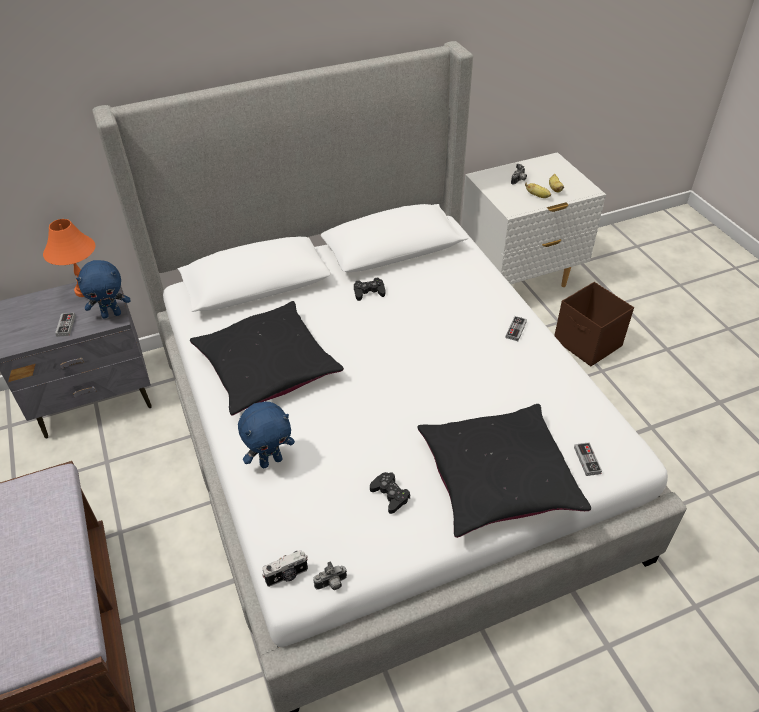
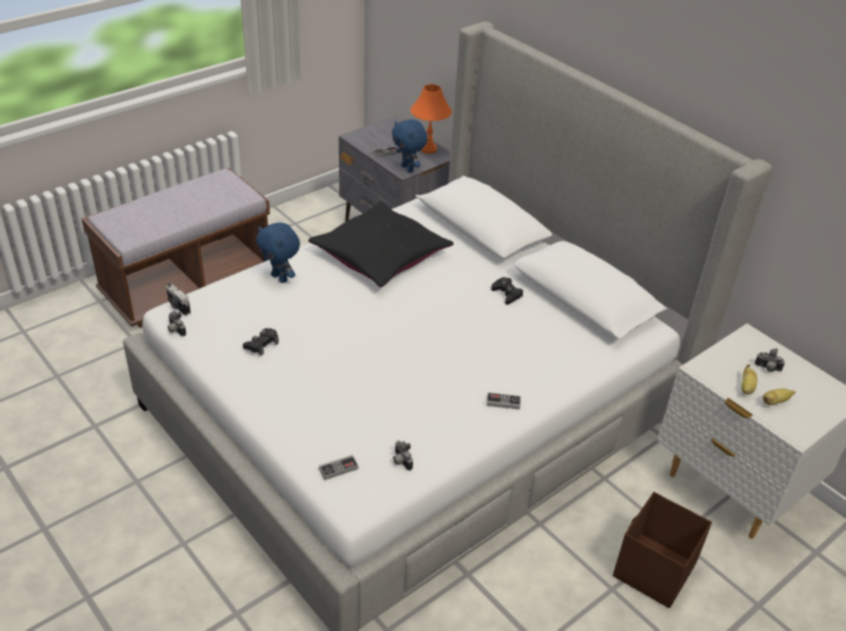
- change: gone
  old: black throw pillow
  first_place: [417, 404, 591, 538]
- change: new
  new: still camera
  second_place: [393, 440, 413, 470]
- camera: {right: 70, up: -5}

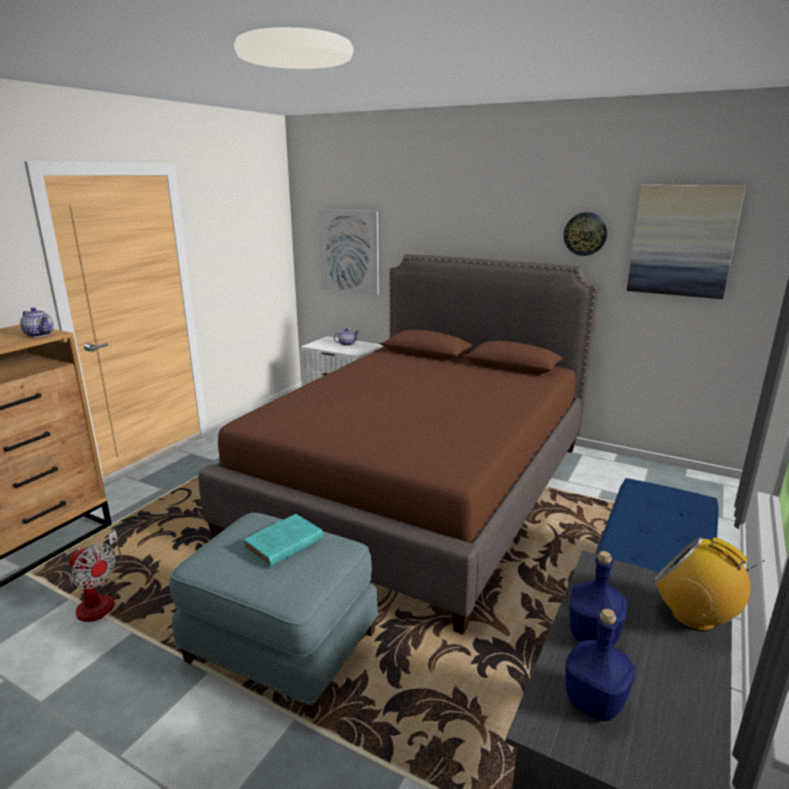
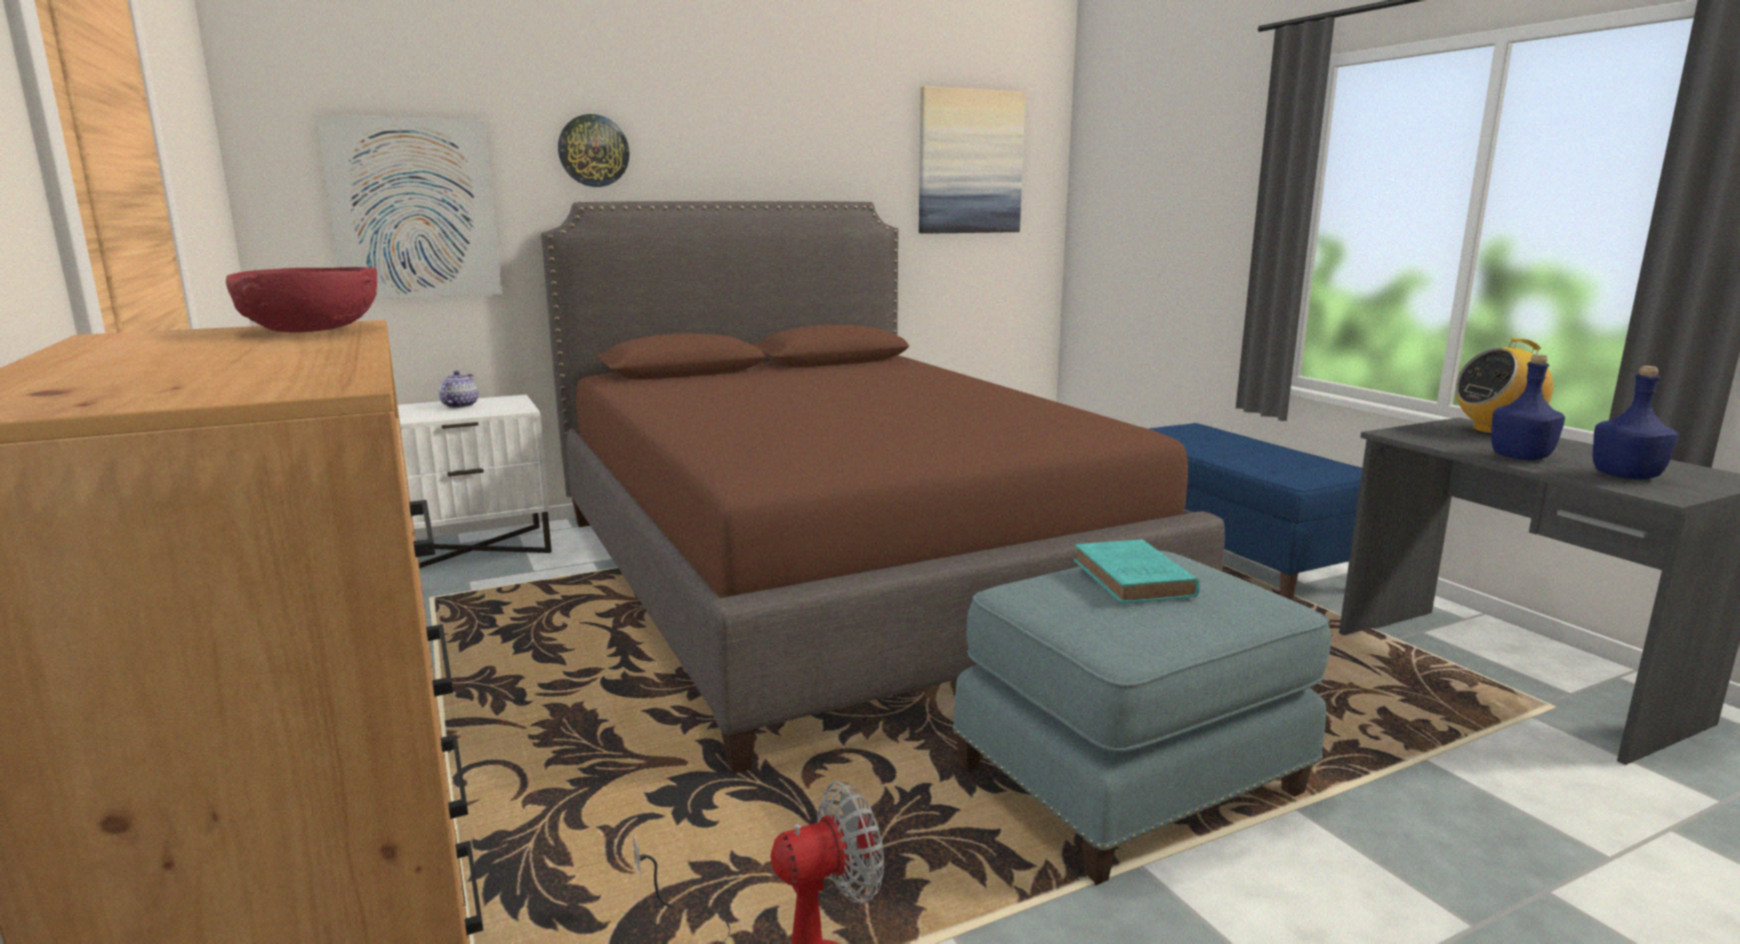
- change: shifted
  old: hanging clock
  first_place: [564, 212, 607, 256]
  second_place: [558, 114, 630, 187]
- change: swapped
  old: tea pot
  new: reddish bowl
  first_place: [20, 307, 54, 337]
  second_place: [226, 267, 377, 332]
- camera: {right: -55, up: -5}

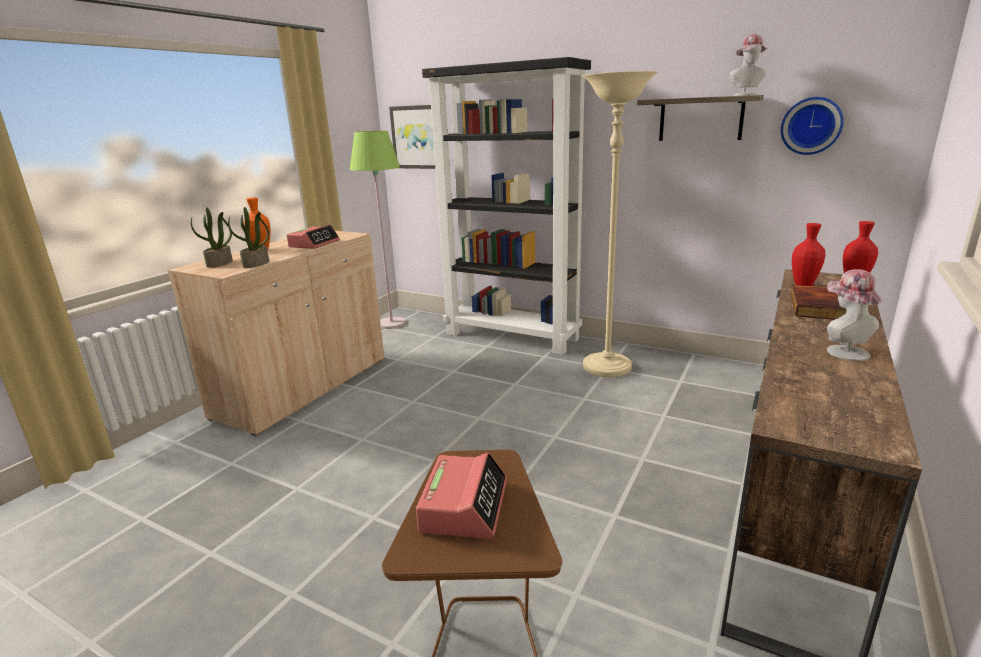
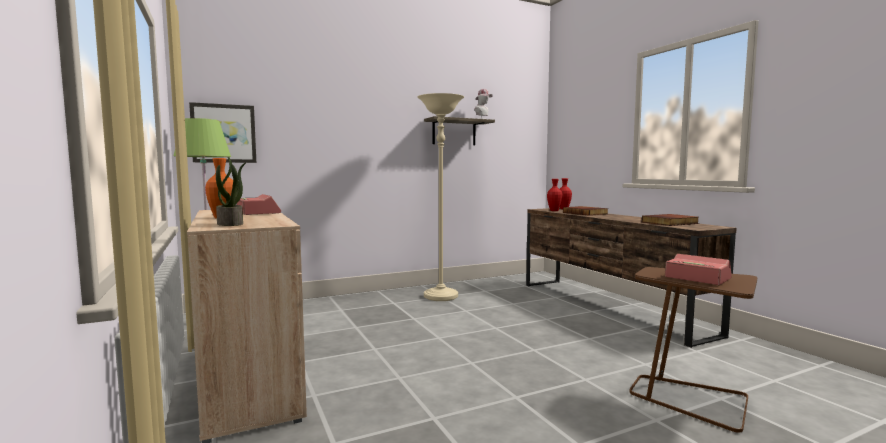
- change: gone
  old: houseplant
  first_place: [228, 207, 269, 268]
- change: gone
  old: black shelving unit
  first_place: [422, 57, 591, 355]
- change: gone
  old: hanging clock
  first_place: [781, 97, 844, 155]
- change: gone
  old: clothing hat
  first_place: [827, 269, 882, 361]
- change: new
  new: bound book
  second_place: [642, 214, 699, 226]
- camera: {right: -55, up: -15}

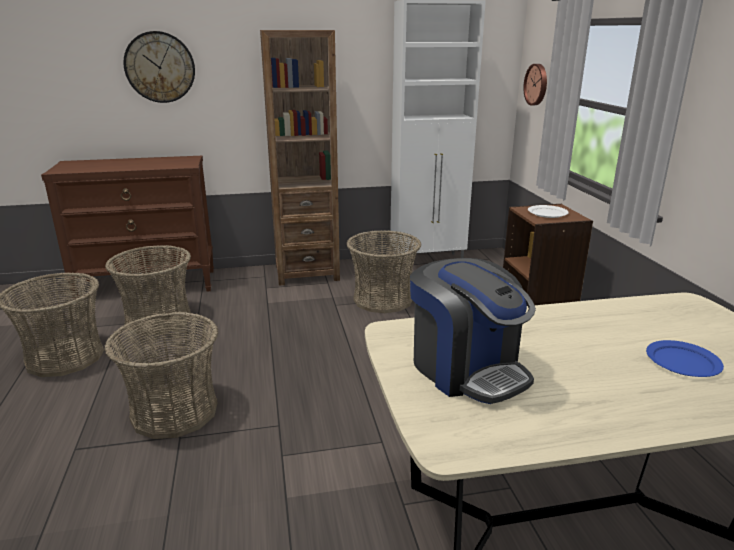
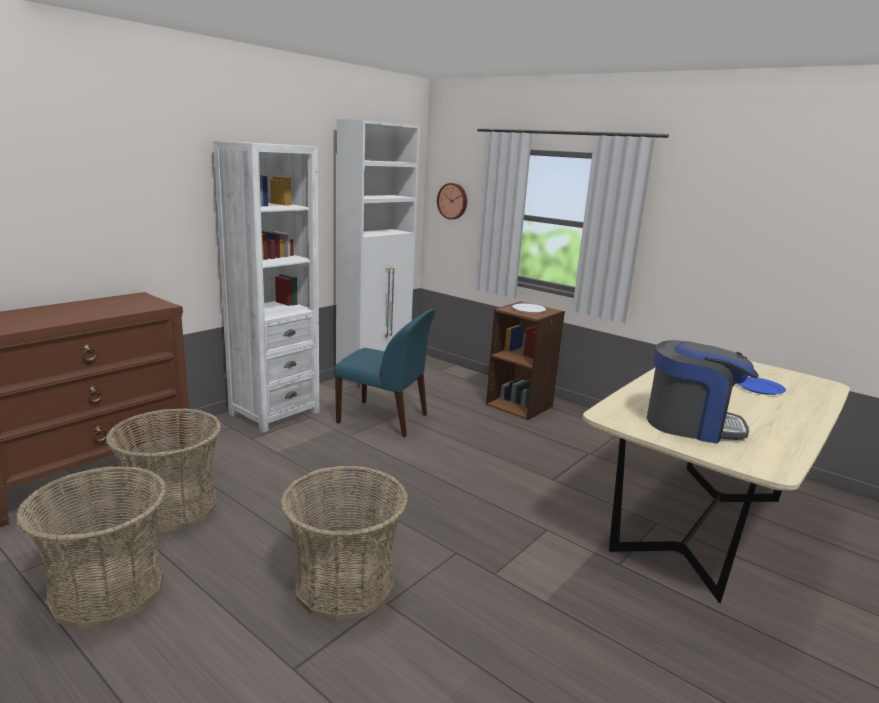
- change: gone
  old: hanging clock
  first_place: [123, 31, 195, 103]
- change: swapped
  old: basket
  new: blue plain chair
  first_place: [346, 231, 421, 313]
  second_place: [334, 309, 435, 437]
- change: repainted
  old: brownish shelving unit
  new: white-coloured shelving unit
  first_place: [260, 30, 340, 286]
  second_place: [213, 141, 319, 433]
- camera: {right: -40, up: -5}

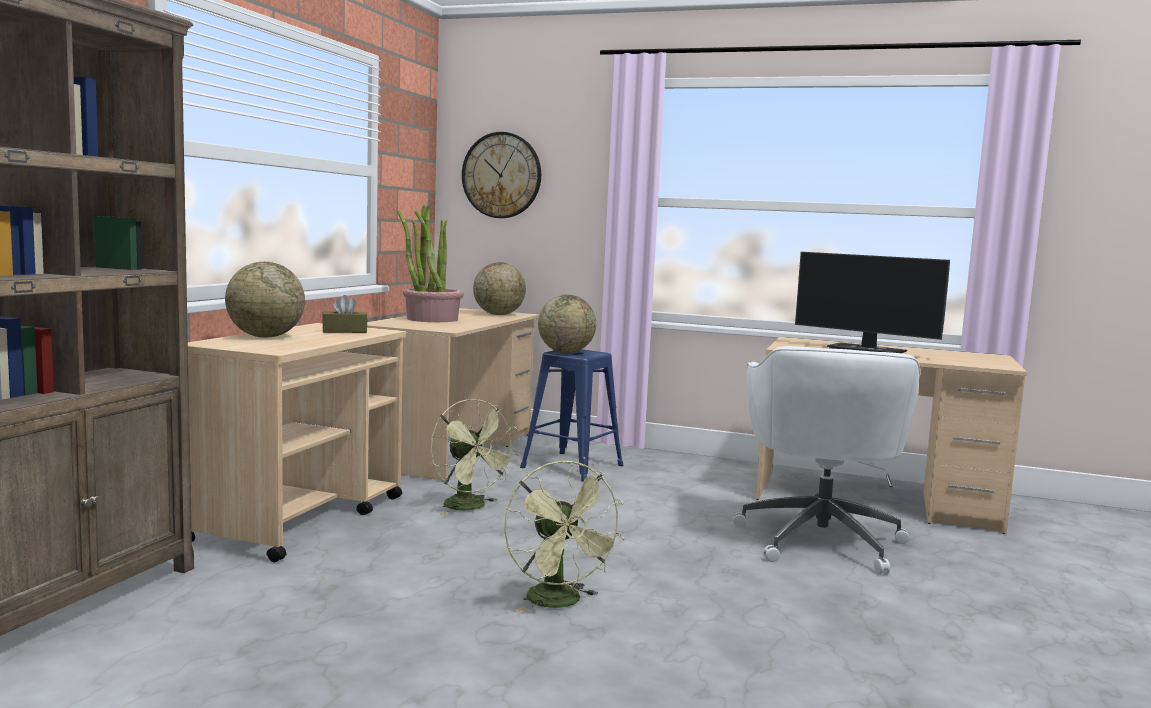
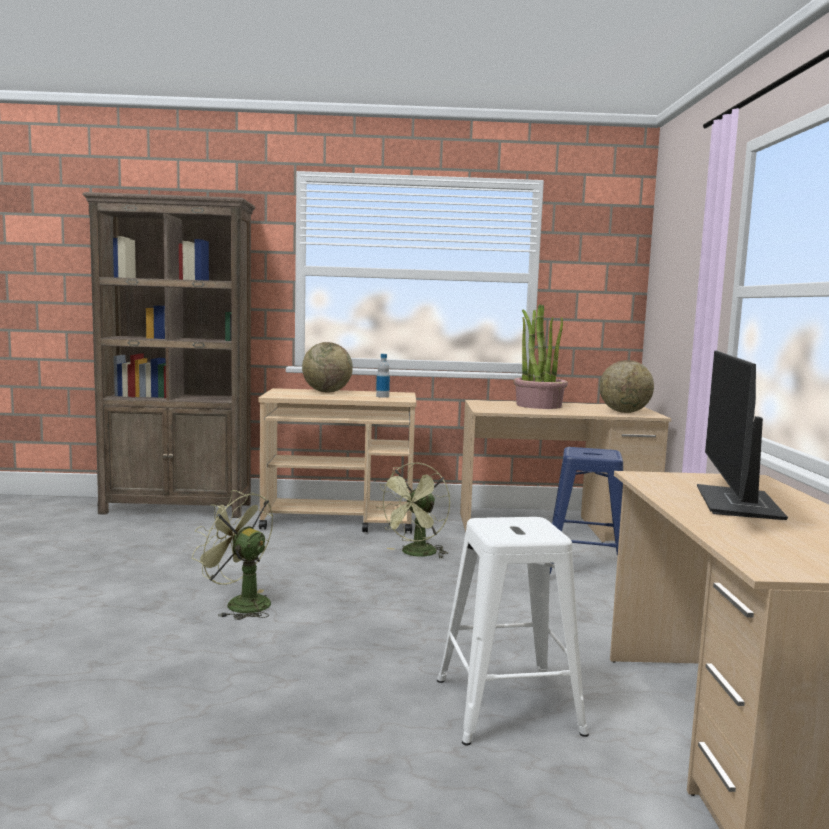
- change: gone
  old: hanging clock
  first_place: [462, 132, 541, 218]
- change: gone
  old: desk globe
  first_place: [538, 295, 596, 353]
- change: swapped
  old: brownish box of tissues
  new: drink bottle
  first_place: [322, 295, 368, 333]
  second_place: [376, 354, 390, 398]
- change: swapped
  old: white-coloured desk chair
  new: white-coloured stool seat
  first_place: [733, 346, 921, 574]
  second_place: [437, 517, 589, 745]
- change: rotated
  old: greenish fan
  first_place: [504, 460, 625, 612]
  second_place: [192, 490, 273, 620]
  degrees: 75
- camera: {right: 70, up: 0}

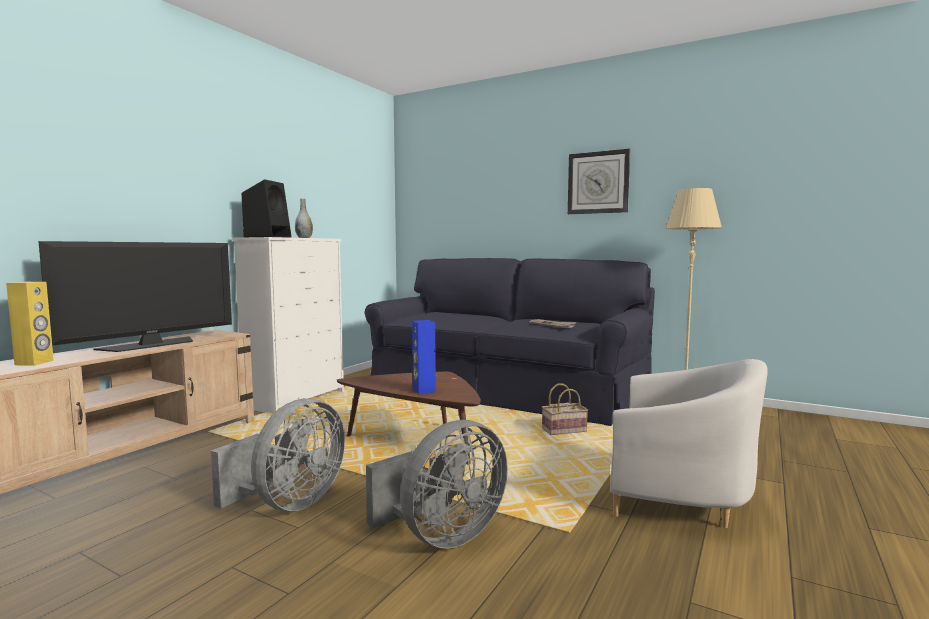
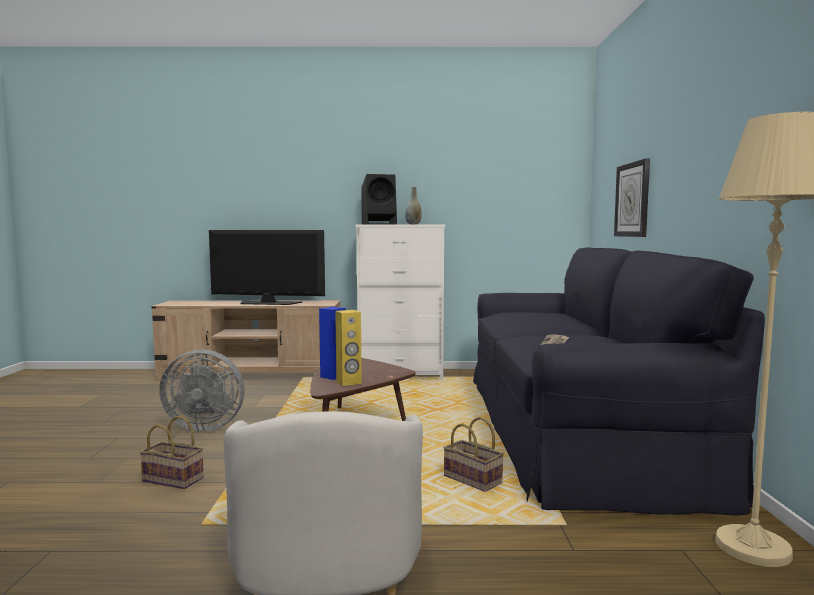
- change: shifted
  old: yellow loudspeaker
  first_place: [6, 282, 54, 366]
  second_place: [335, 310, 362, 386]
- change: shifted
  old: hanging clock
  first_place: [568, 149, 630, 214]
  second_place: [614, 158, 650, 237]
- change: swapped
  old: greyish fan
  new: basket
  first_place: [366, 420, 508, 549]
  second_place: [140, 416, 204, 489]
- camera: {right: 60, up: 0}

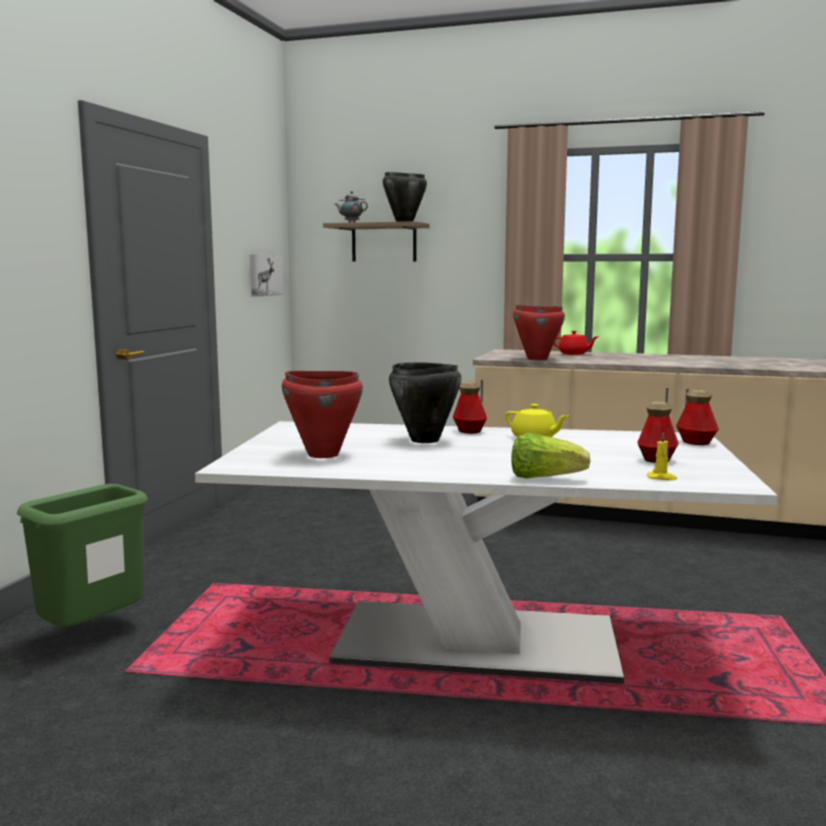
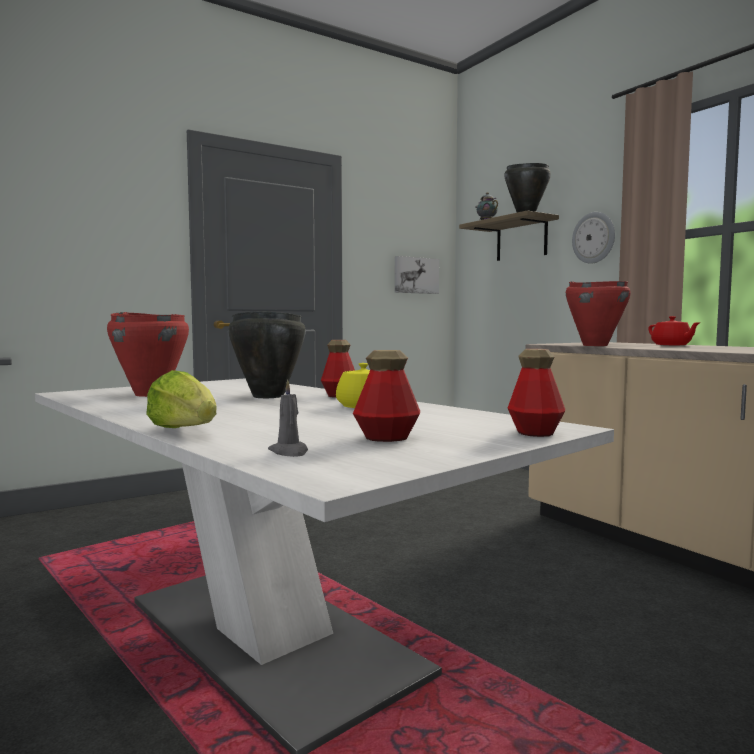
- change: gone
  old: greenish trash can
  first_place: [17, 484, 148, 627]
- change: new
  new: hanging clock
  second_place: [572, 212, 615, 264]
- change: repainted
  old: yellow wax candle
  new: greyish wax candle
  first_place: [647, 432, 677, 480]
  second_place: [268, 379, 308, 457]
- camera: {right: 40, up: -5}

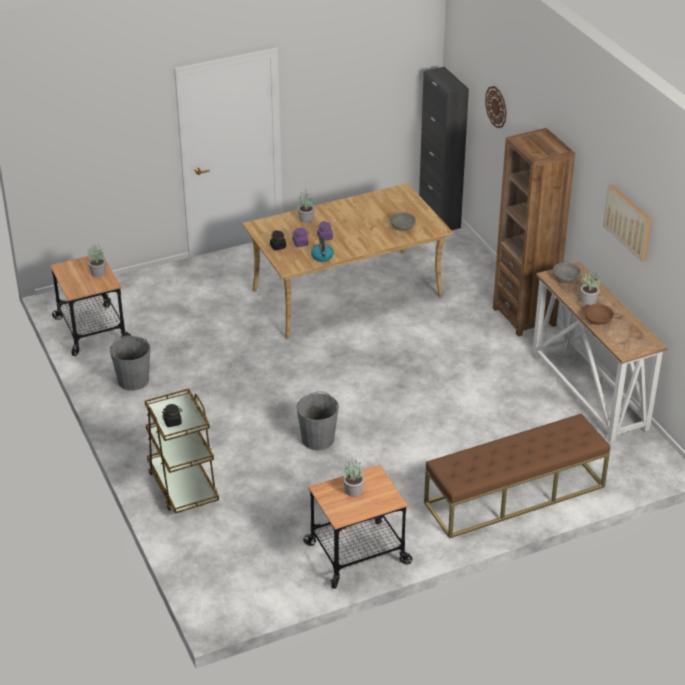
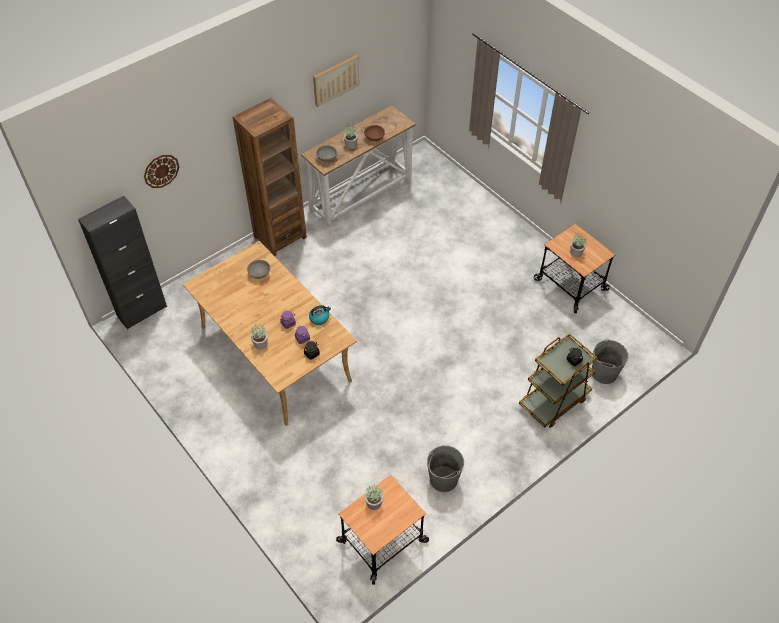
- change: gone
  old: brownish indoor bench
  first_place: [424, 413, 610, 539]
- change: shifted
  old: greyish pail
  first_place: [296, 391, 339, 450]
  second_place: [591, 339, 628, 384]
- camera: {right: -105, up: 15}

